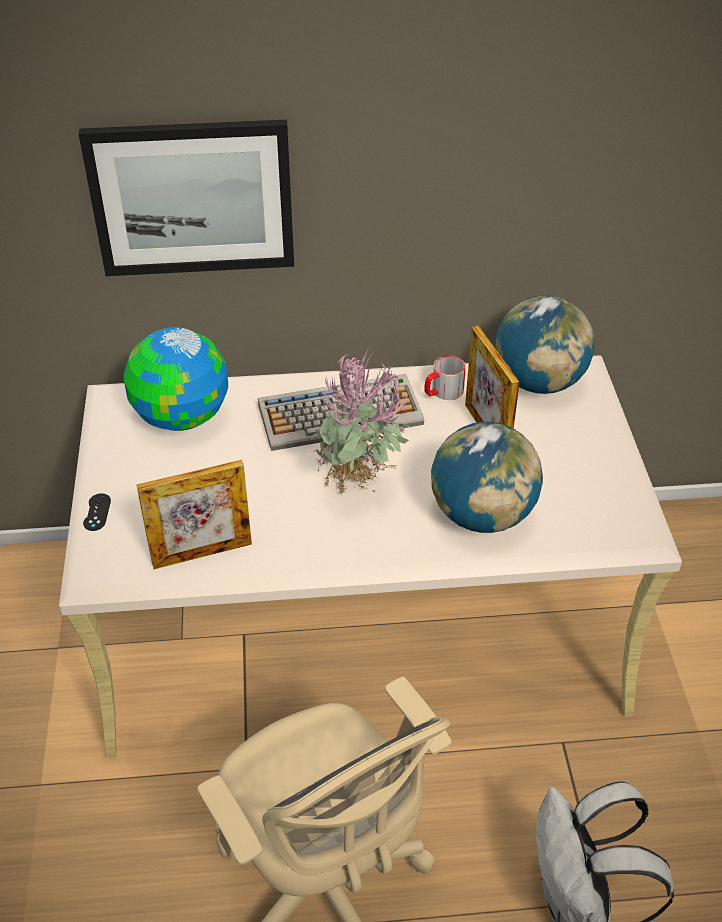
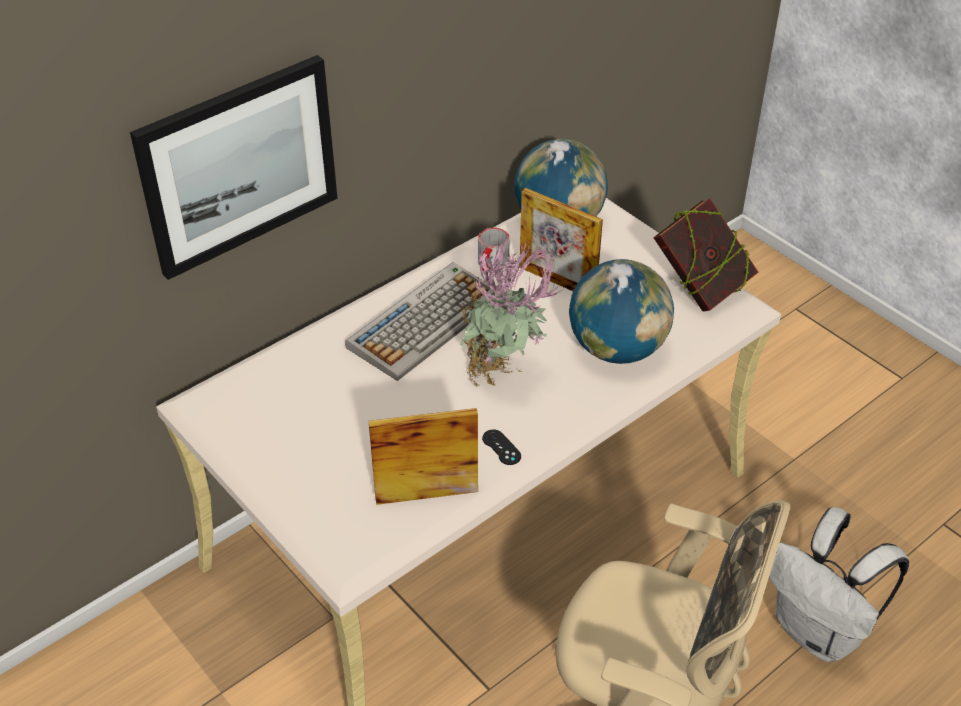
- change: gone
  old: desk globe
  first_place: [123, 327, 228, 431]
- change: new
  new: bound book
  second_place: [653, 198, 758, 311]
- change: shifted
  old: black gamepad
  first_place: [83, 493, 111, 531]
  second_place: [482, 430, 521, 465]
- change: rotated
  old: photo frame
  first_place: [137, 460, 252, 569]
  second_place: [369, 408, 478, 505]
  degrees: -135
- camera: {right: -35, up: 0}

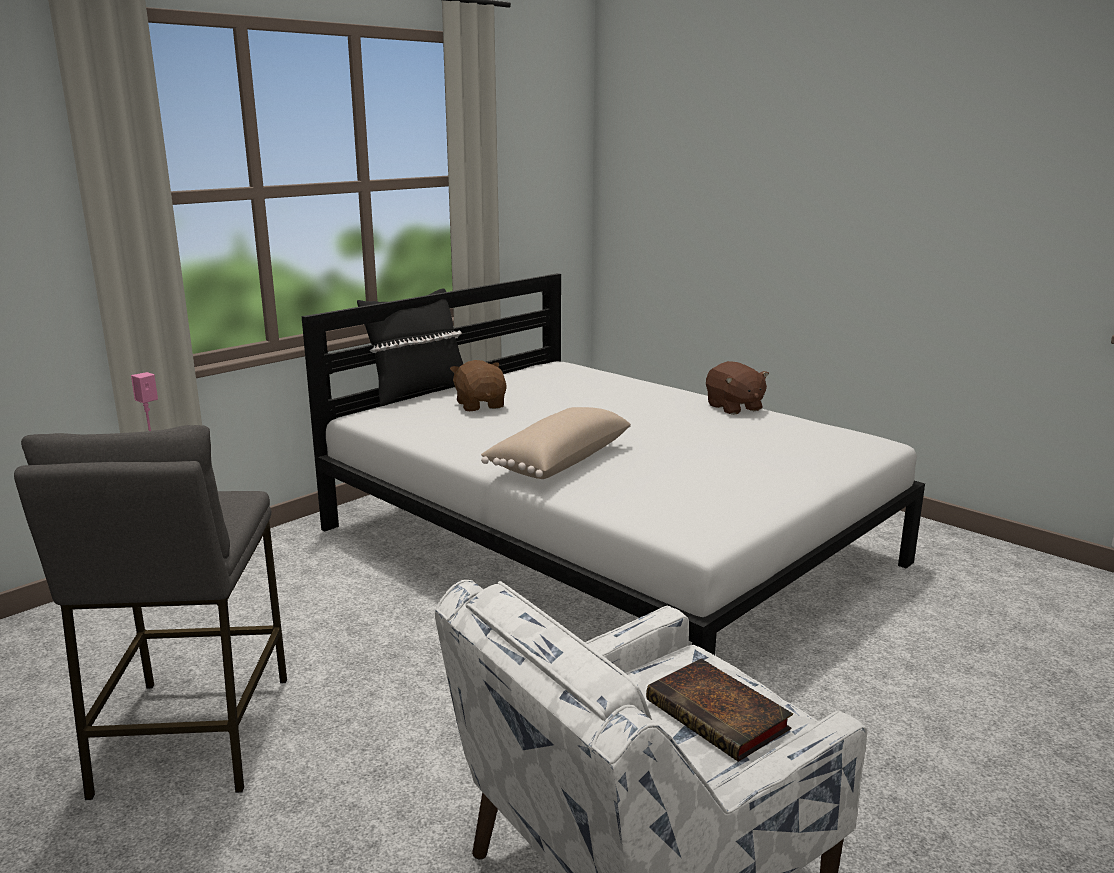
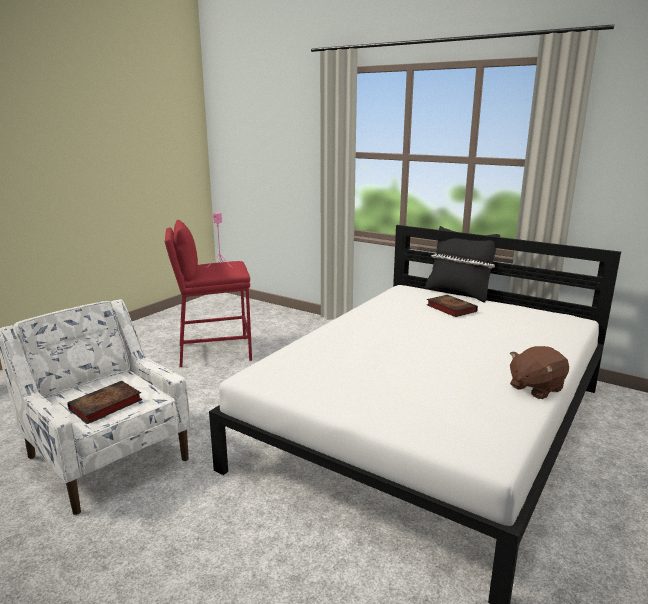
- change: gone
  old: sand-coloured throw pillow
  first_place: [481, 407, 631, 479]
- change: swapped
  old: brownish soft toy
  new: bound book
  first_place: [450, 360, 507, 411]
  second_place: [427, 295, 478, 317]
- change: repainted
  old: greyish stool seat
  new: reddish stool seat
  first_place: [14, 425, 287, 800]
  second_place: [165, 220, 252, 367]
- camera: {right: 80, up: 0}

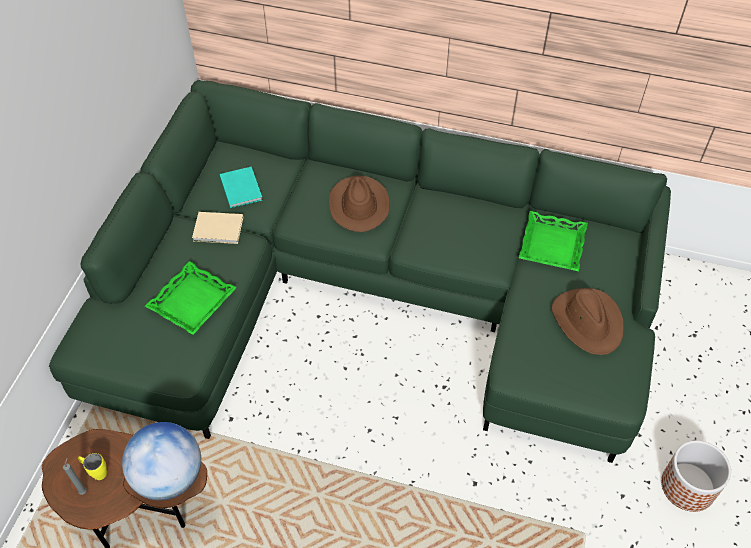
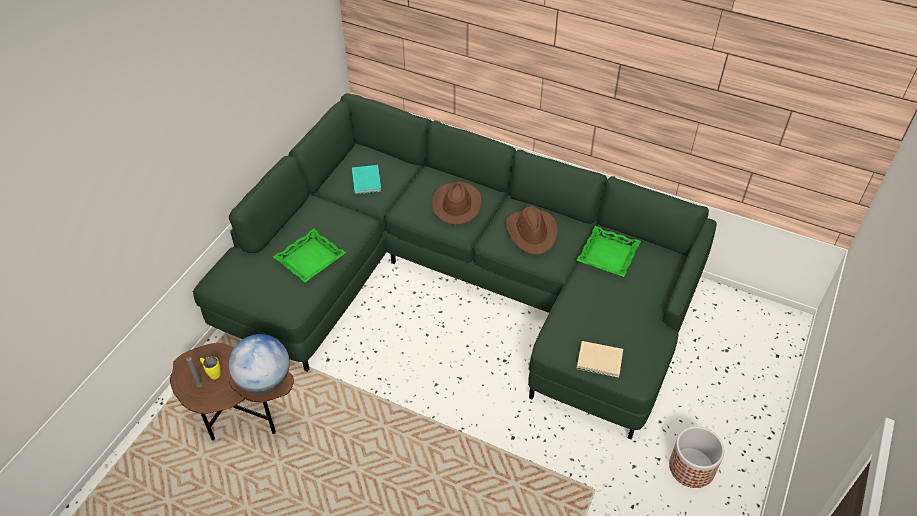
- change: shifted
  old: sand-coloured bound book
  first_place: [192, 212, 243, 244]
  second_place: [577, 341, 623, 378]
- change: shifted
  old: brownish clothing hat
  first_place: [551, 288, 624, 355]
  second_place: [506, 206, 558, 255]
- camera: {right: 10, up: -5}

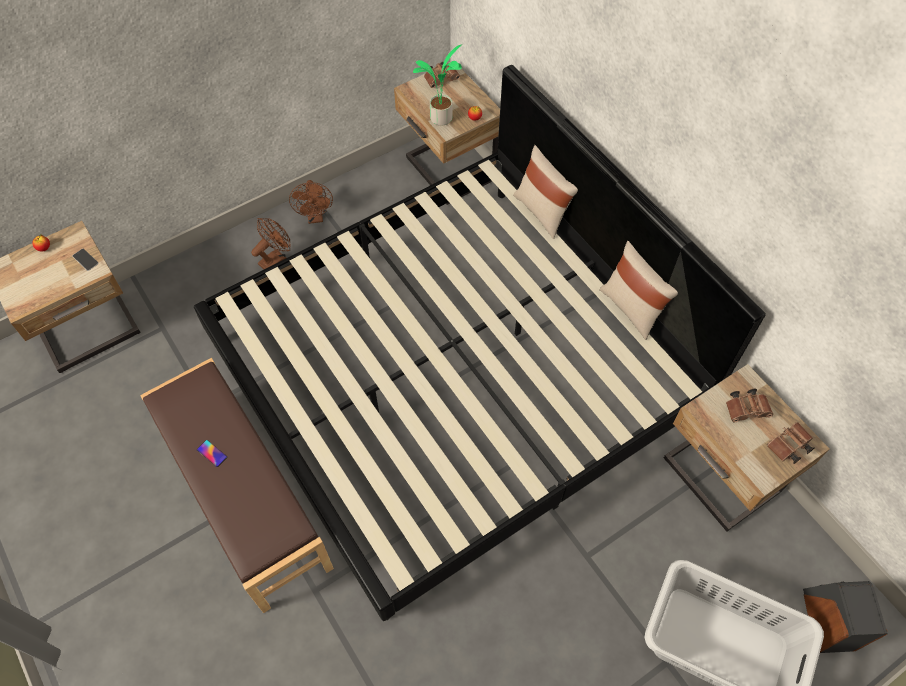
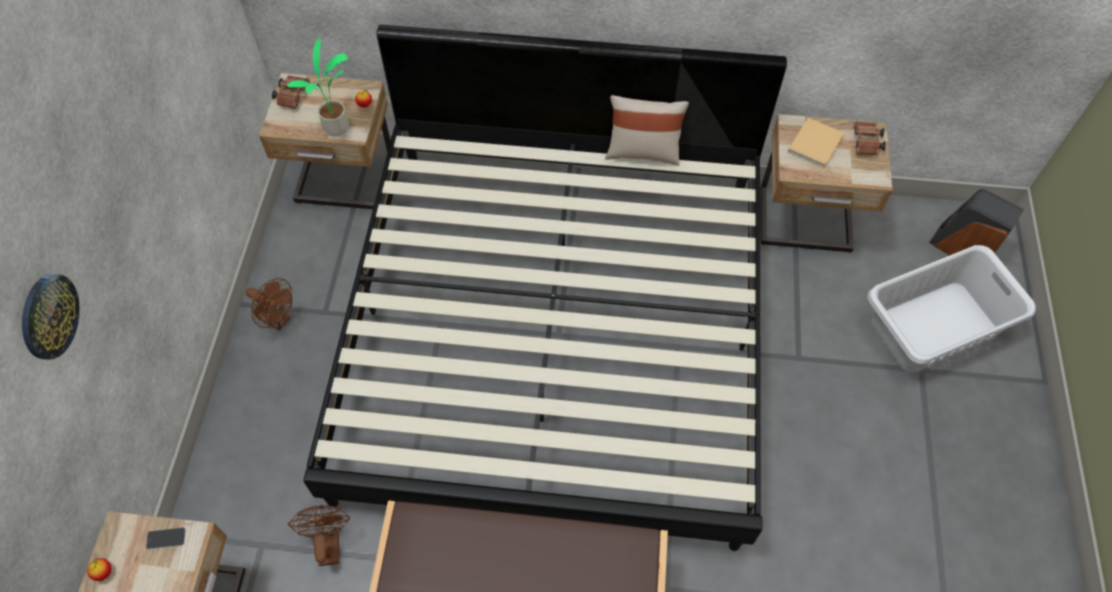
- change: gone
  old: phone
  first_place: [197, 440, 227, 467]
- change: gone
  old: sand-coloured throw pillow
  first_place: [513, 145, 578, 239]
- change: new
  new: hanging clock
  second_place: [22, 274, 80, 360]
- change: shifted
  old: brownish fan
  first_place: [251, 218, 290, 269]
  second_place: [288, 505, 350, 566]
- change: swapped
  old: brownish field glasses
  new: sand-coloured bound book
  first_place: [726, 389, 773, 422]
  second_place: [788, 118, 844, 168]
- camera: {right: -50, up: 0}

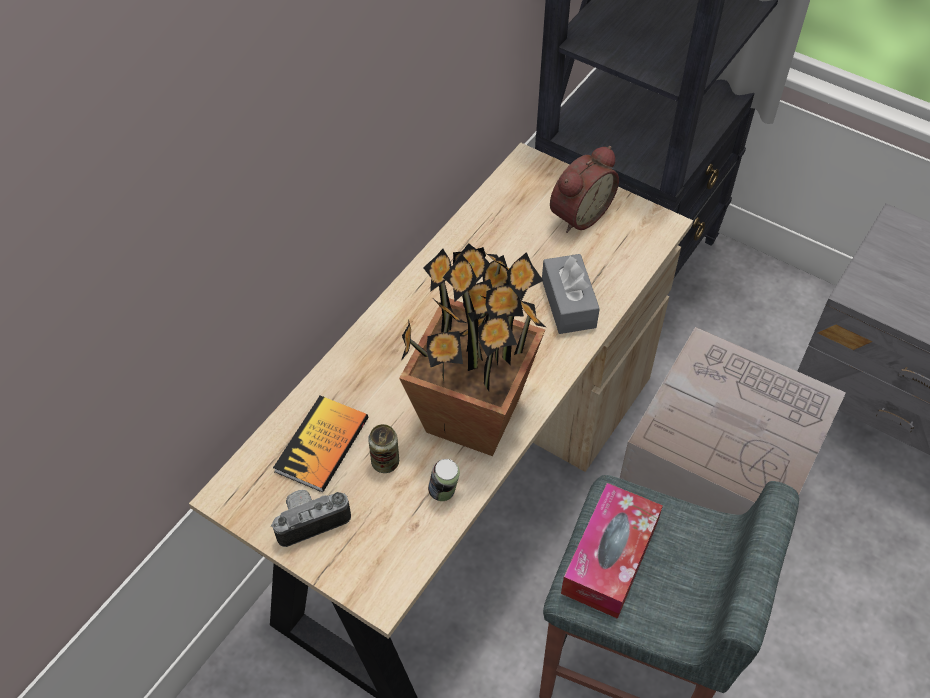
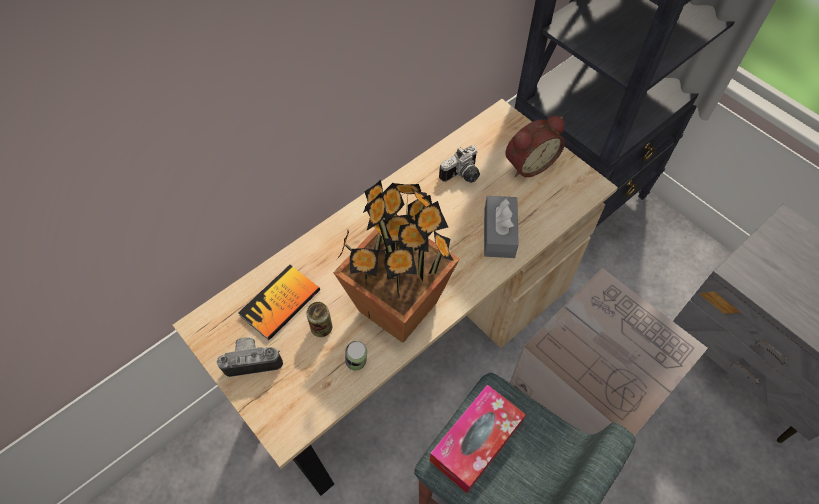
- change: new
  new: still camera
  second_place: [439, 145, 480, 183]
- camera: {right: 15, up: 5}

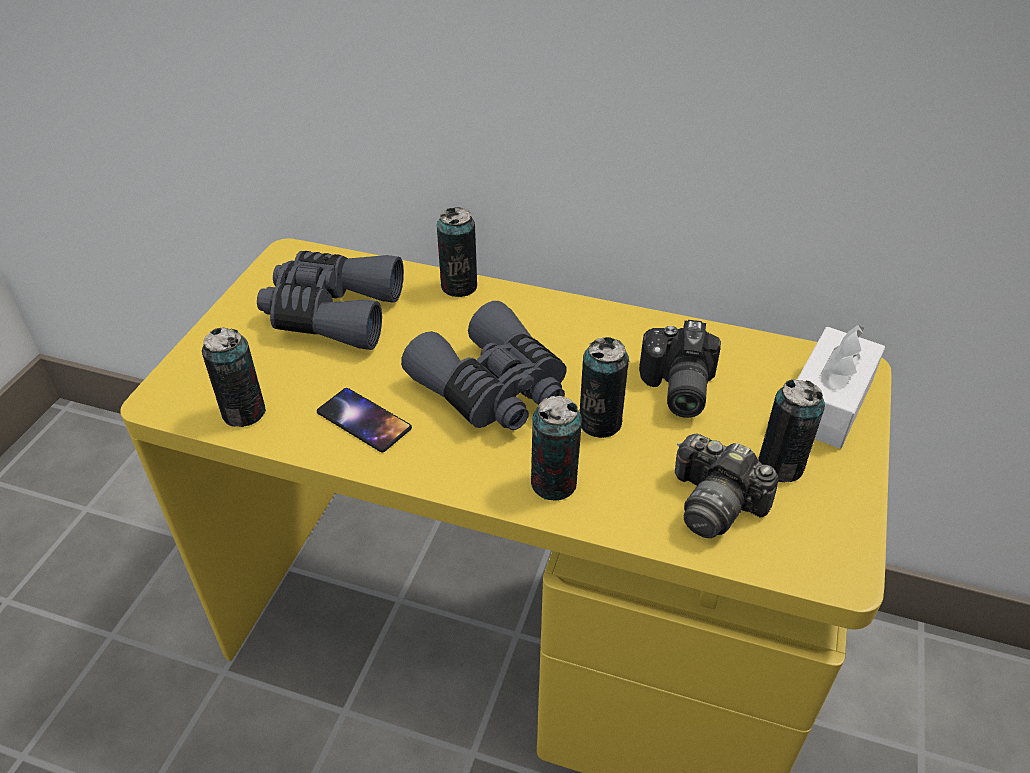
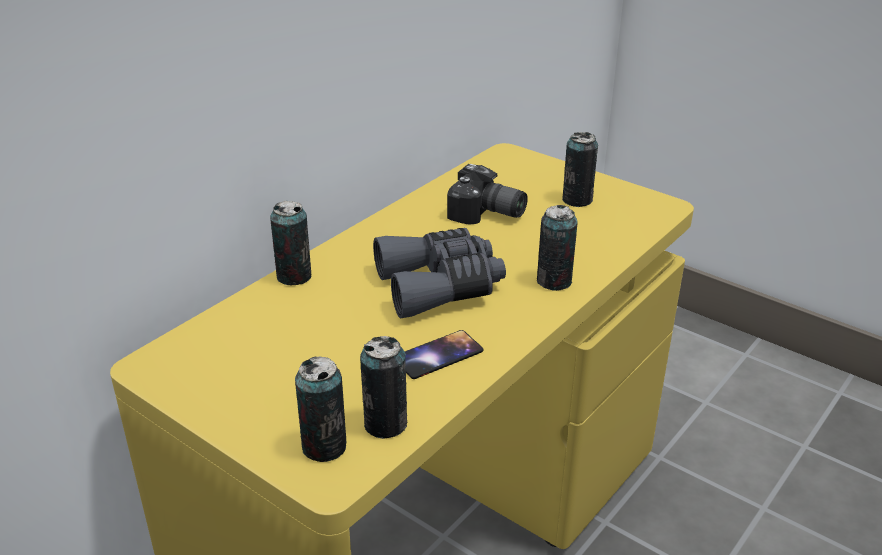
- change: gone
  old: greyish field glasses
  first_place: [257, 251, 404, 350]
- change: gone
  old: still camera
  first_place: [675, 433, 779, 538]
- change: gone
  old: white-coloured box of tissues
  first_place: [797, 324, 885, 449]
- change: shifted
  old: can
  first_place: [579, 337, 629, 438]
  second_place: [295, 356, 346, 462]
- camera: {right: -70, up: -10}

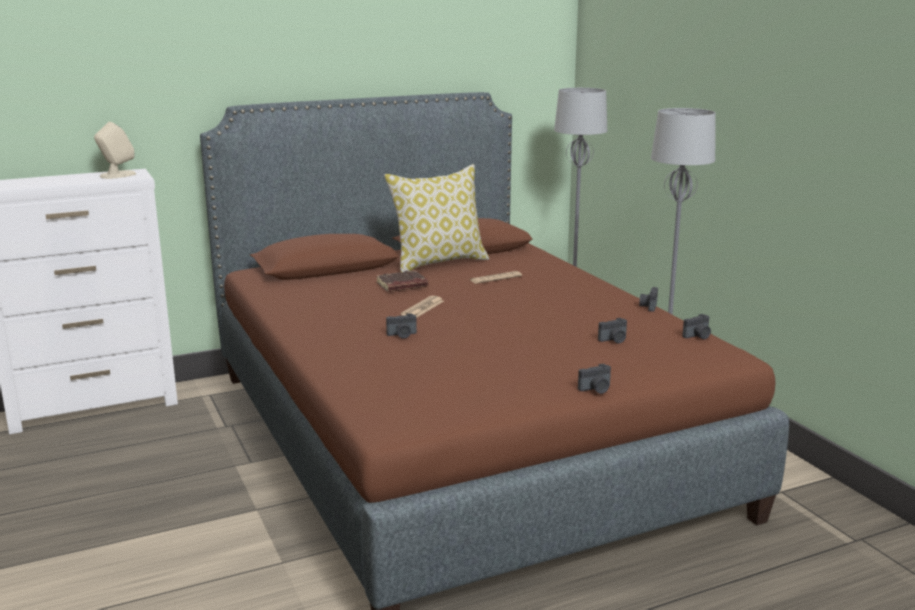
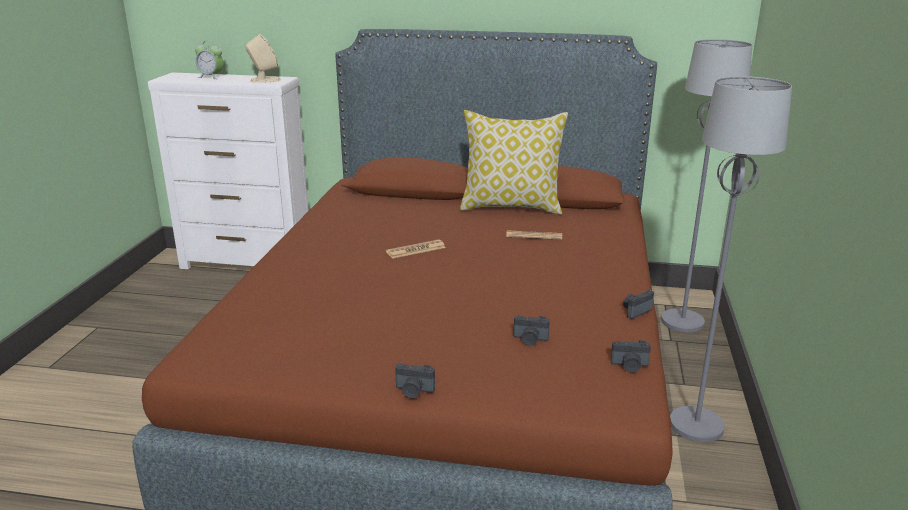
- change: gone
  old: brownish bound book
  first_place: [376, 270, 428, 292]
- change: gone
  old: still camera
  first_place: [386, 313, 417, 339]
- change: new
  new: table clock
  second_place: [195, 41, 223, 79]
- camera: {right: 35, up: 5}

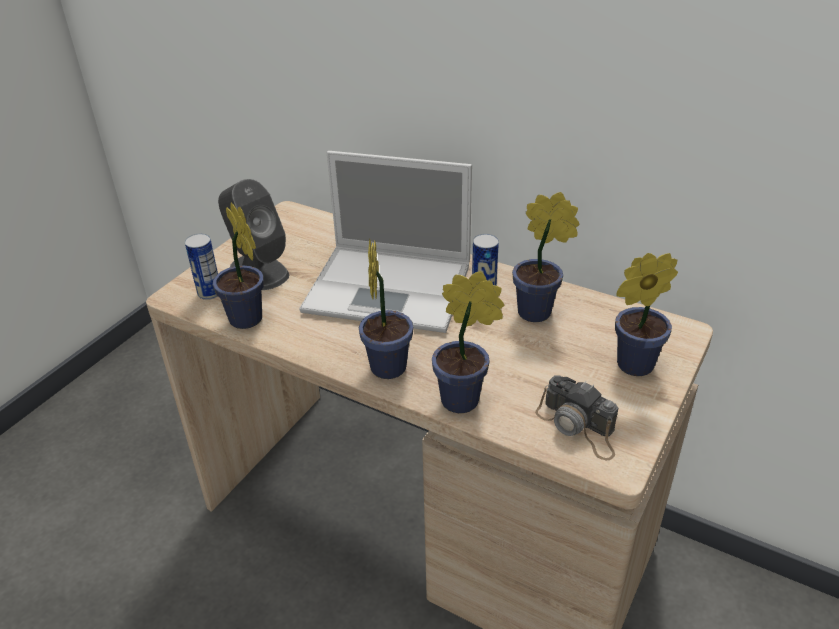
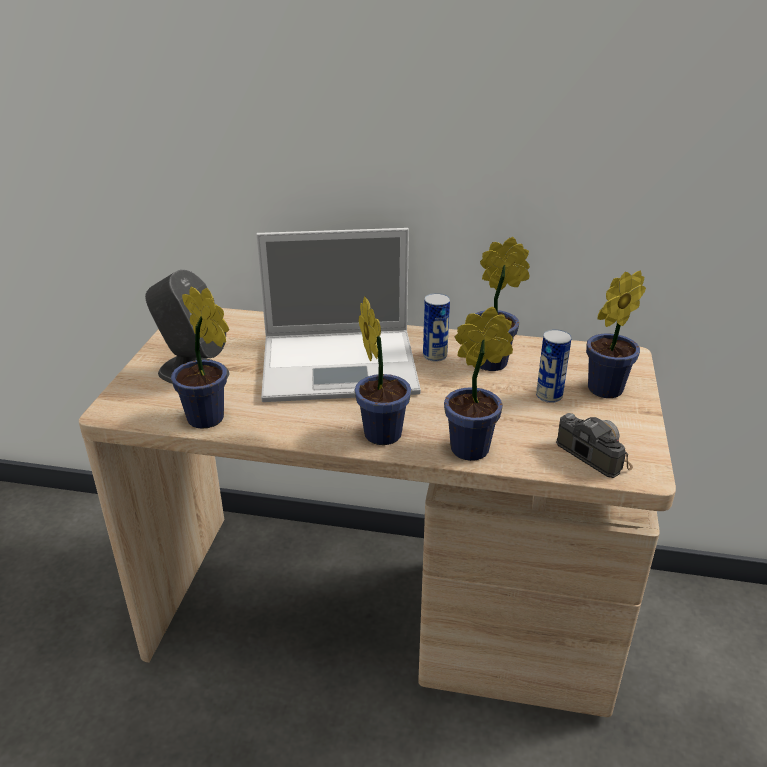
- change: shifted
  old: can
  first_place: [185, 234, 218, 300]
  second_place: [536, 329, 572, 403]
- change: rotated
  old: still camera
  first_place: [535, 375, 618, 460]
  second_place: [556, 413, 633, 478]
  degrees: -150
- camera: {right: -20, up: -5}

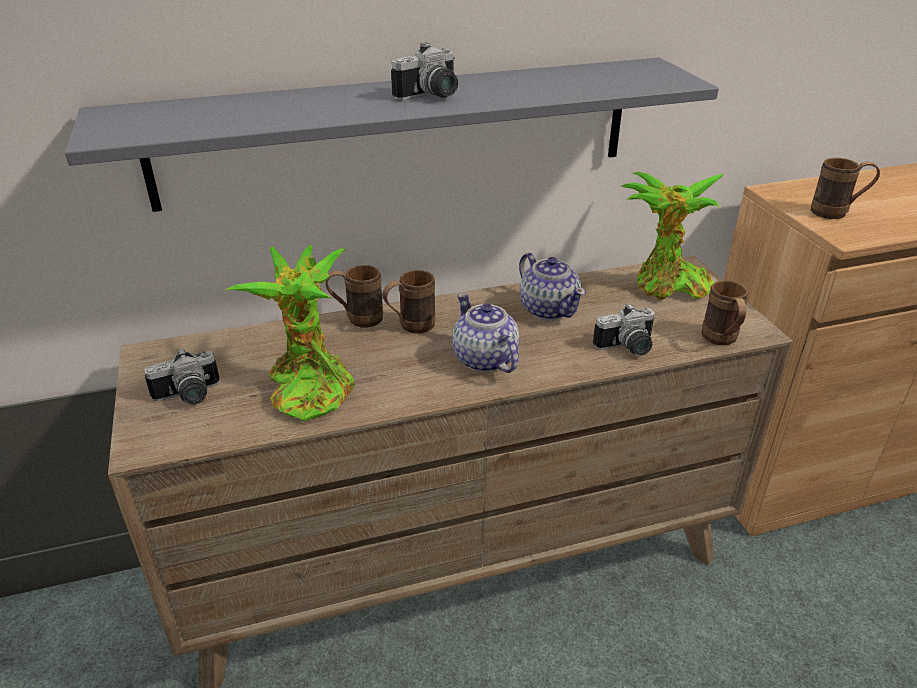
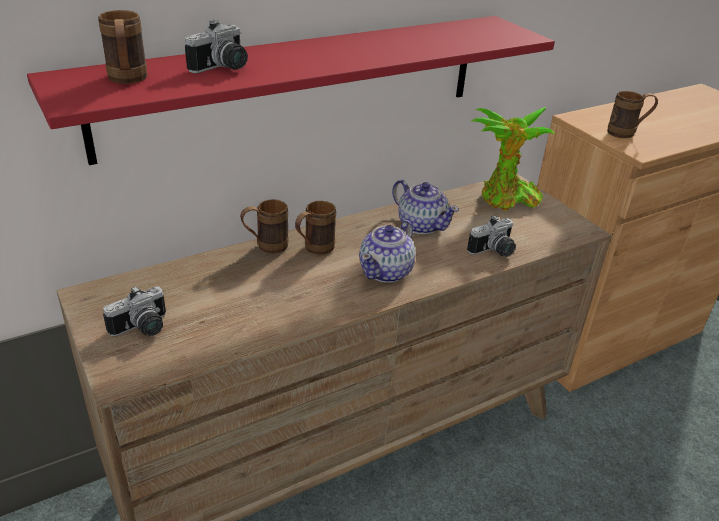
- change: gone
  old: houseplant
  first_place: [225, 245, 355, 421]
- change: shifted
  old: still camera
  first_place: [391, 42, 458, 101]
  second_place: [185, 20, 248, 73]
- change: shifted
  old: brownish tea mug
  first_place: [702, 280, 748, 345]
  second_place: [98, 10, 148, 84]
- change: repainted
  old: greyish bracket shelf
  new: reddish bracket shelf
  first_place: [65, 58, 719, 212]
  second_place: [27, 16, 555, 165]
- change: rotated
  old: tea pot
  first_place: [452, 293, 519, 373]
  second_place: [359, 220, 416, 283]
  degrees: -105
- camera: {right: -15, up: 0}

